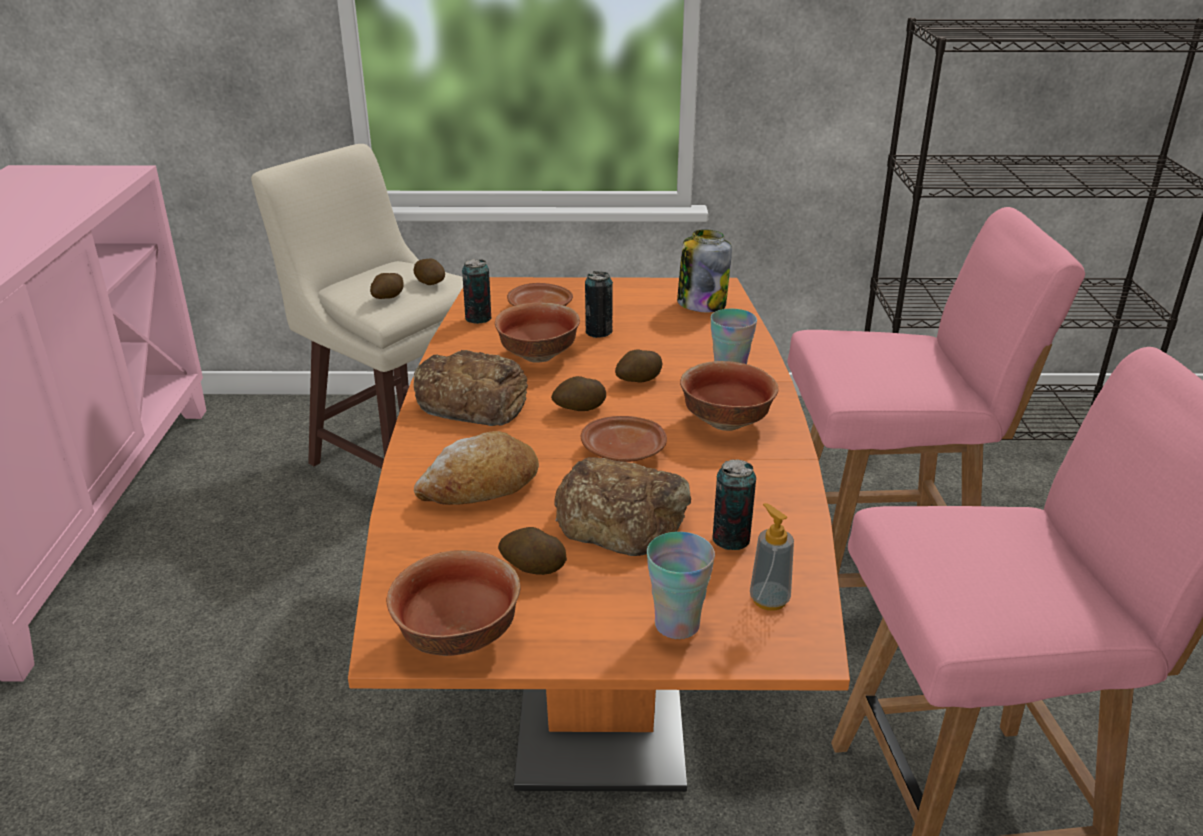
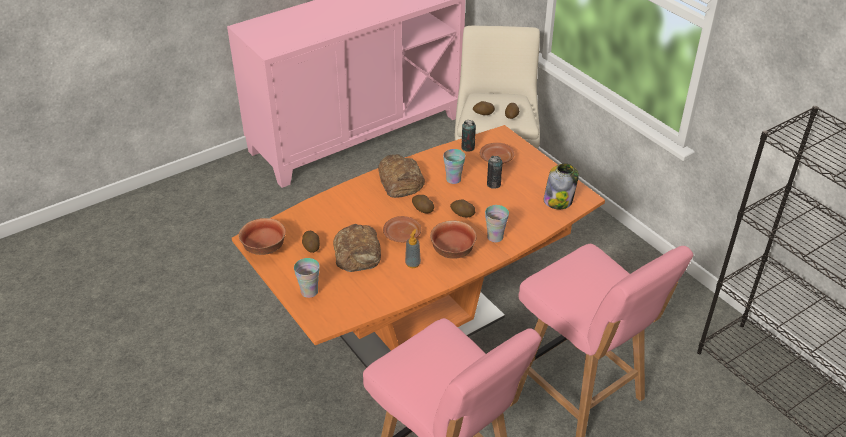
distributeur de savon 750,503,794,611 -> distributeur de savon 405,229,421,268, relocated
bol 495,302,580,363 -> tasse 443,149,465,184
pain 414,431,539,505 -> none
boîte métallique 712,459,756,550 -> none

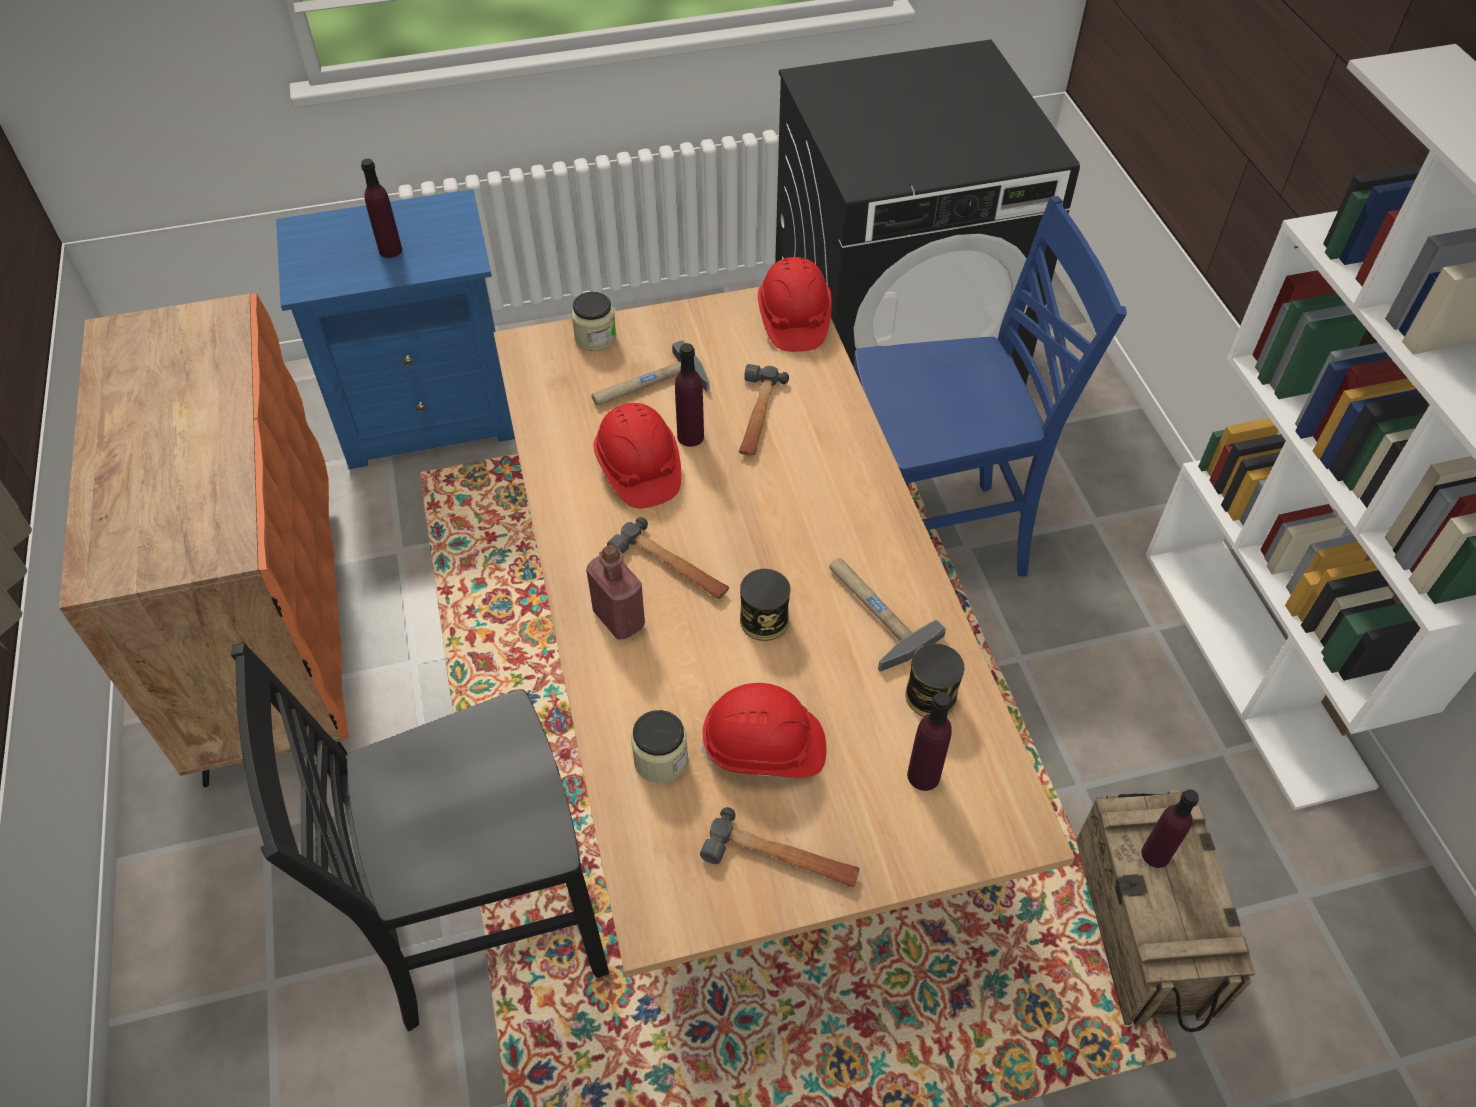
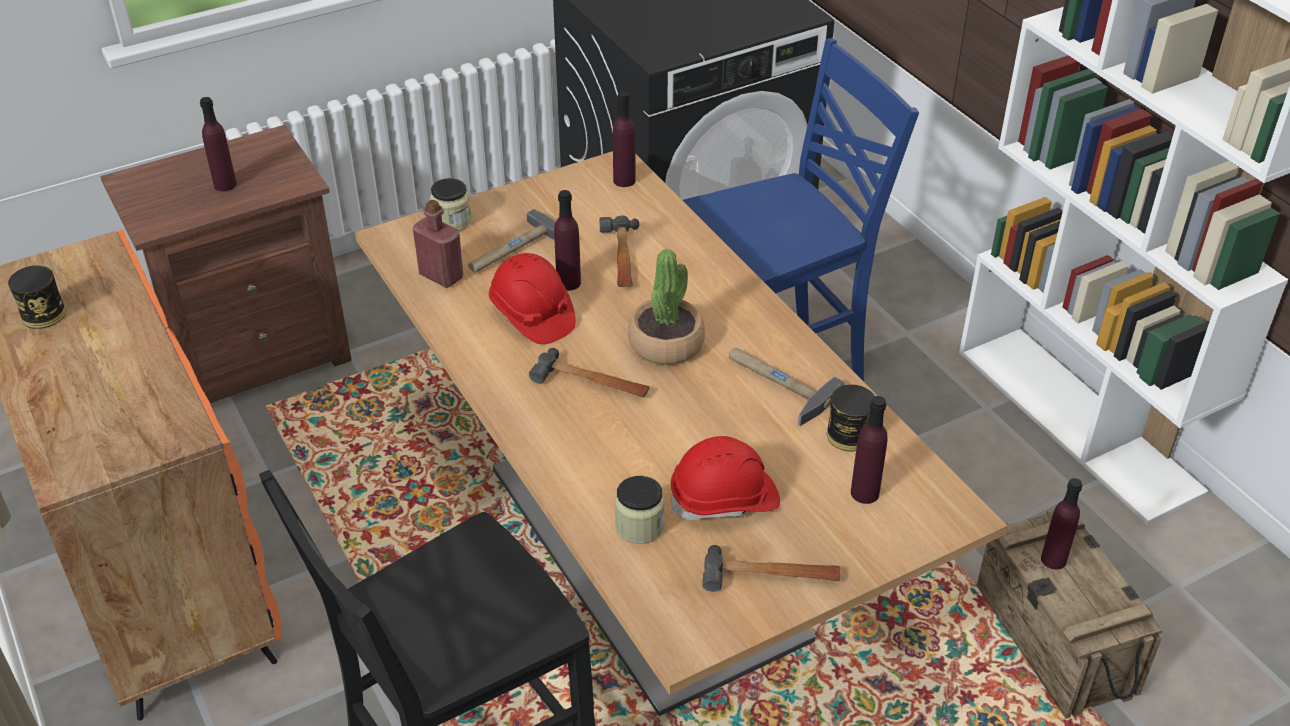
boîte métallique 740,569,790,641 -> boîte métallique 8,265,66,329, relocated
table de chevet/bleu 276,189,515,469 -> table de chevet/marron 100,125,352,403
bouteille/rouge 586,545,645,639 -> bouteille/rouge 413,200,463,288, relocated
casque de chantier/rouge 758,257,832,352 -> bouteille/violet 613,91,636,187
none -> plante en pot 628,249,705,365

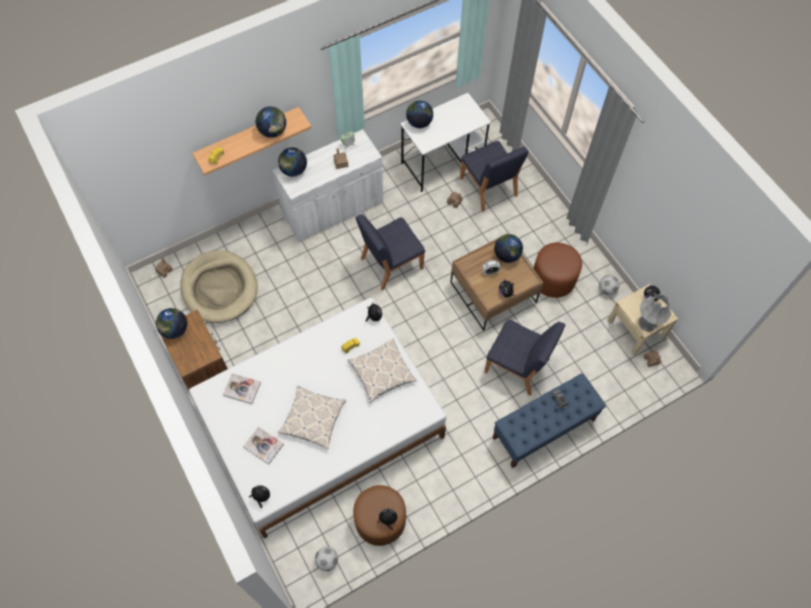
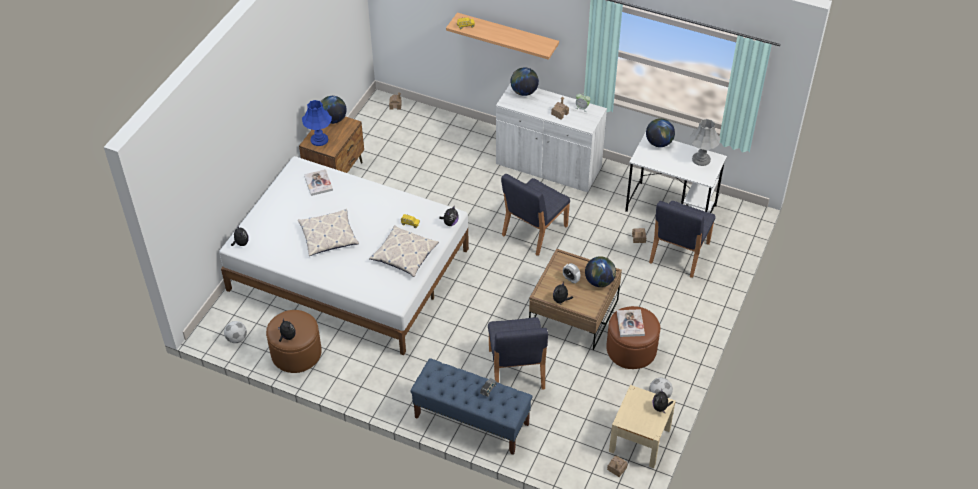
none -> lampe de table/bleu 302,100,332,146
chaise/bleu 356,214,425,290 -> chaise/bleu 501,174,570,256, 75 degrees counterclockwise
livre 243,427,284,464 -> livre 617,309,645,337, relocated
lampe de table/gris 639,294,672,331 -> lampe de table/gris 689,119,720,166, relocated
panier pour chien/beige 180,250,258,323 -> none
globe 256,107,286,138 -> none

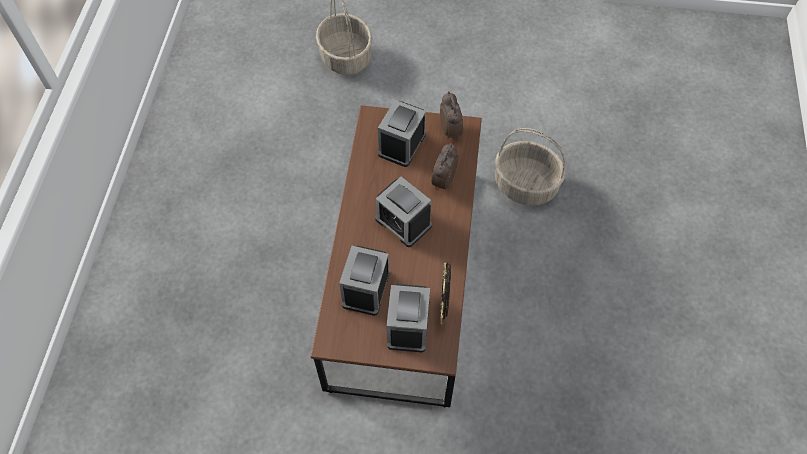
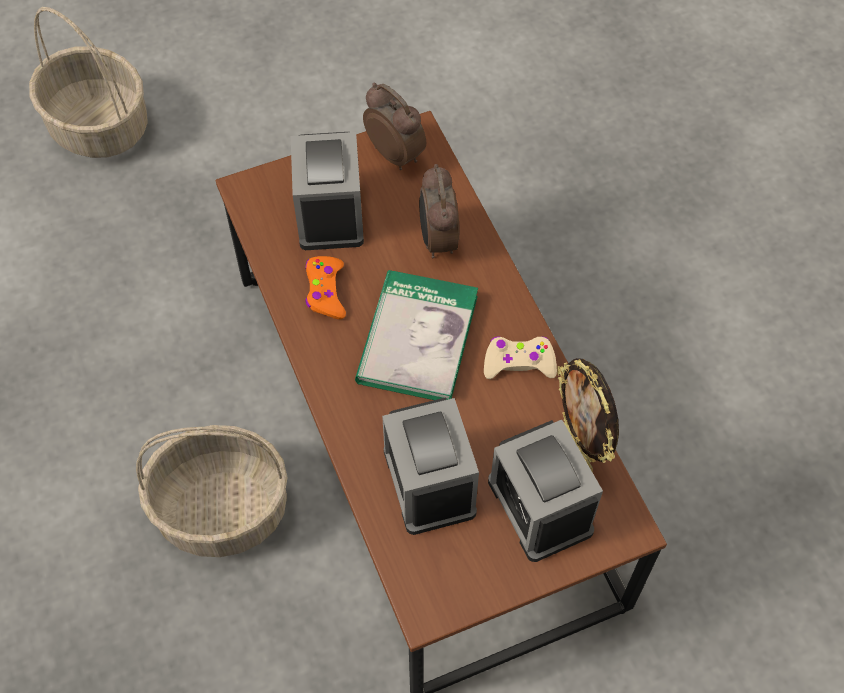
panier 495,128,566,205 -> panier 136,425,288,557, relocated
none -> manette/orange 305,256,346,319
réveil 375,177,432,247 -> livre 355,270,478,400
none -> manette/beige 484,336,557,379

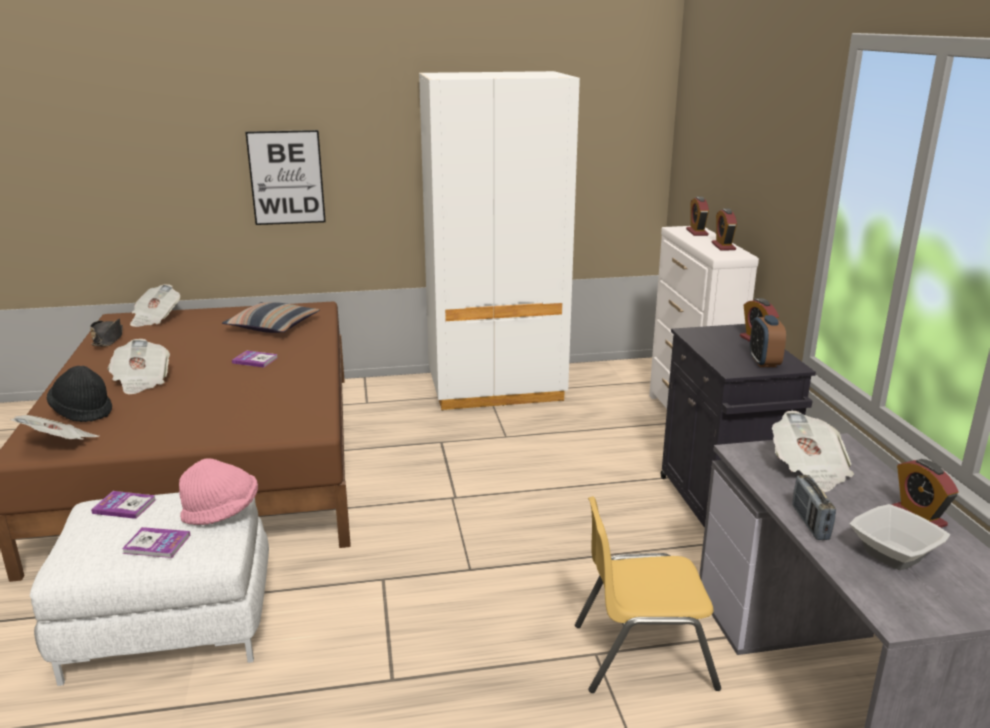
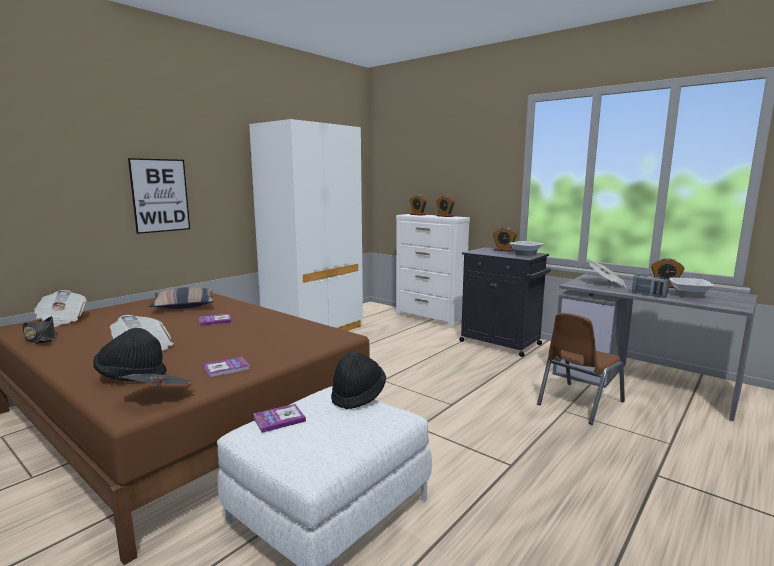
livre 122,527,190,558 -> livre 203,356,250,378, relocated
chapeau/rose 179,458,258,525 -> chapeau/noir 331,351,386,409
réveil 750,315,786,367 -> bol 509,241,543,256
chaise/jaune 575,496,721,693 -> chaise/marron 537,313,625,425

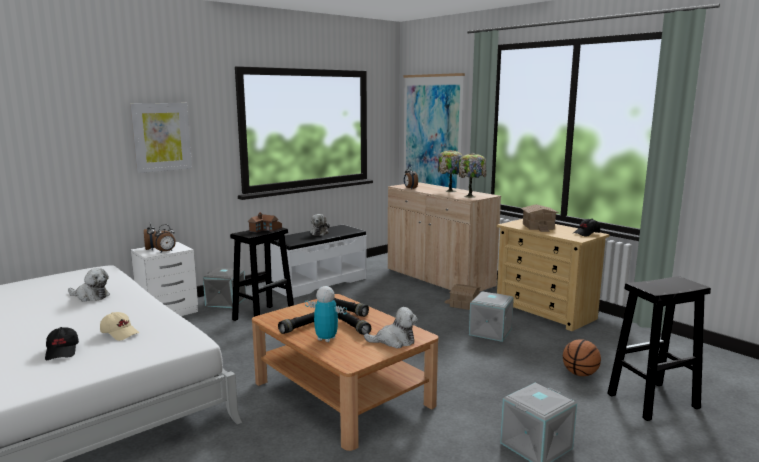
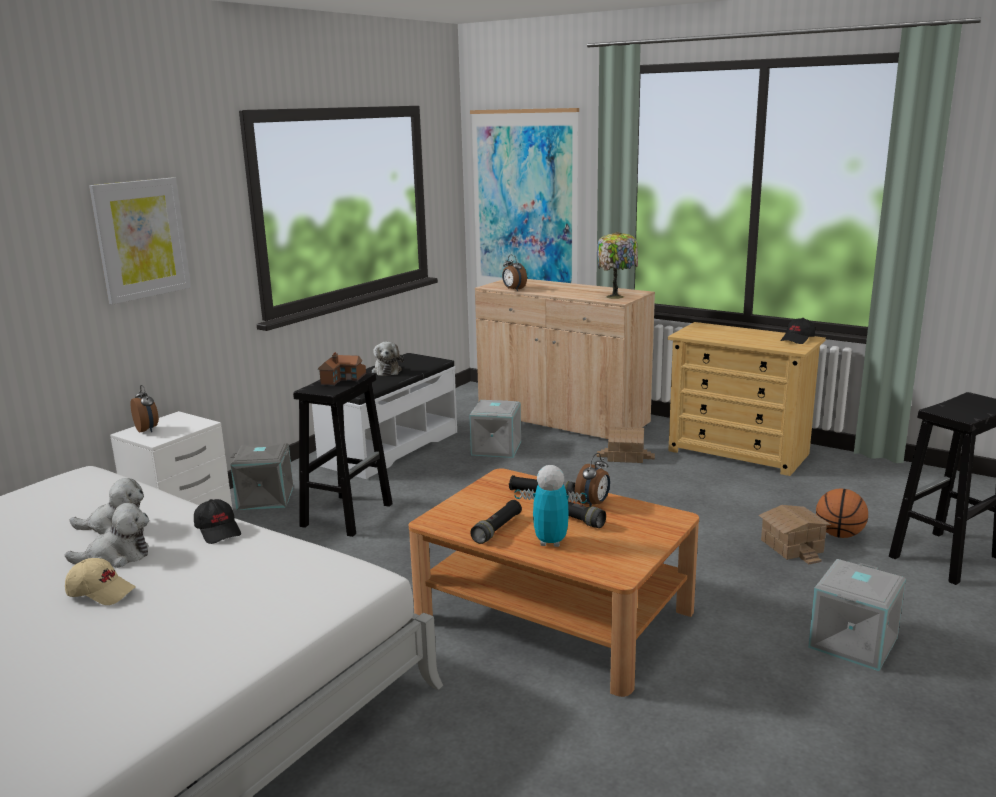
peluche 364,307,418,348 -> peluche 65,503,149,568, relocated
casquette/beige 100,312,139,341 -> casquette/beige 65,558,136,605, relocated
casquette/noir 45,327,79,360 -> casquette/noir 194,499,241,544, relocated
boîte de rangement/gris 469,291,514,342 -> boîte de rangement/gris 469,400,521,458, relocated
réveil 153,224,176,252 -> réveil 575,453,610,507, relocated
maison miniature 521,204,559,232 -> maison miniature 759,505,831,564, relocated
lampe de table 438,150,463,192 -> none

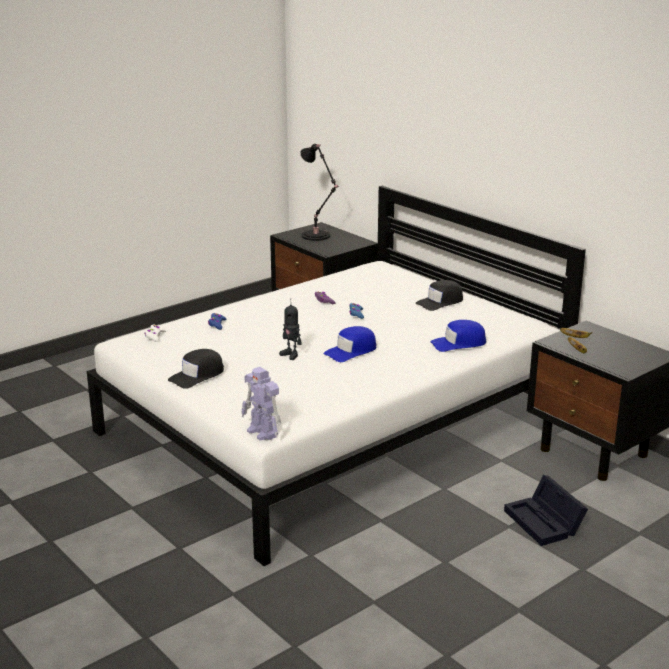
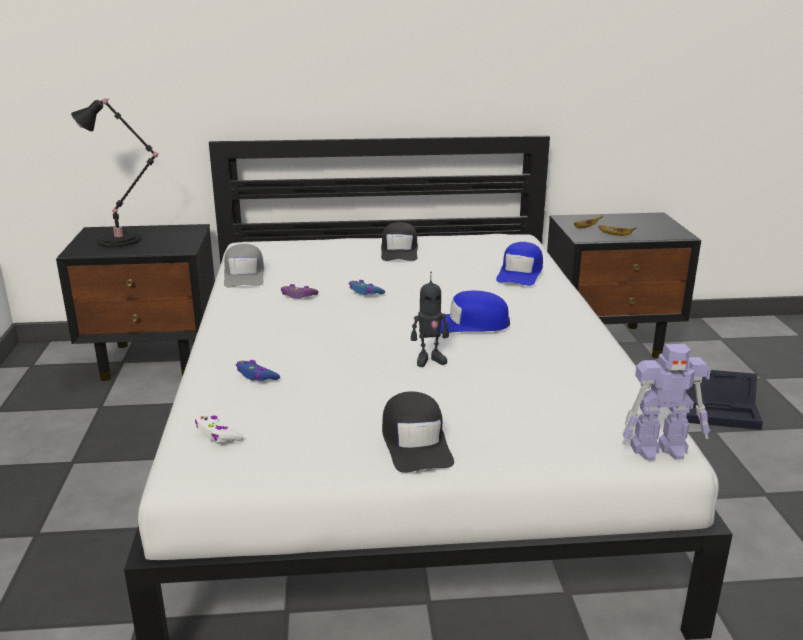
none -> casquette/gris 224,244,264,287
casquette/bleu 323,326,376,362 -> casquette/bleu 440,291,510,334, 90 degrees clockwise

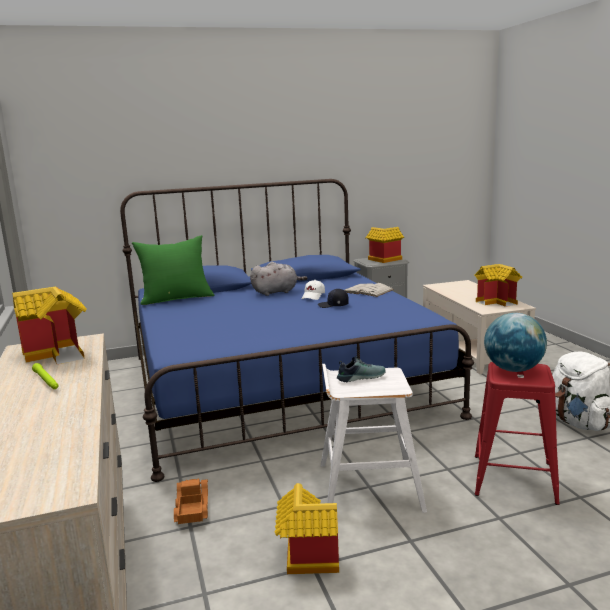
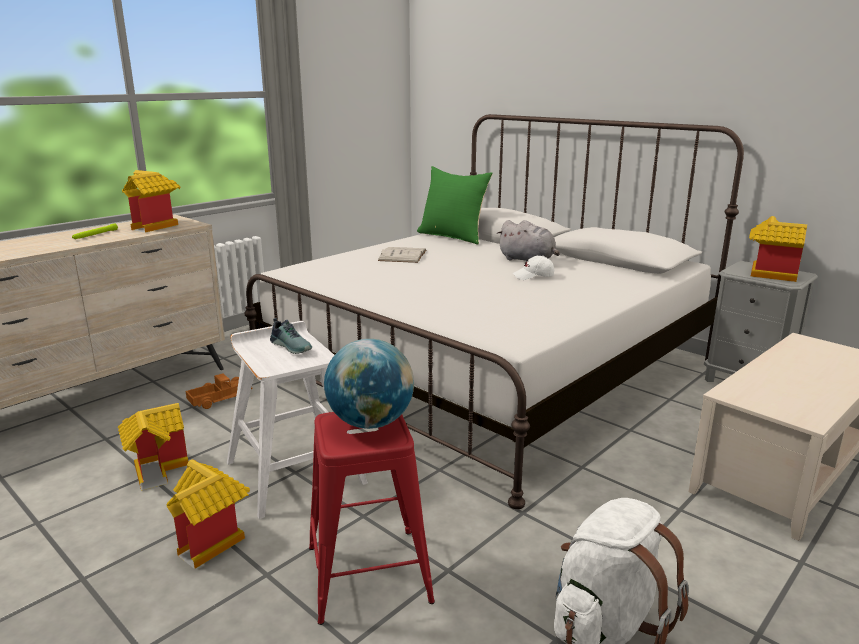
maison miniature 474,264,522,307 -> maison miniature 167,459,250,569, relocated
lit/bleu 120,179,474,482 -> lit/blanc 244,114,744,509
livre/blanc 345,283,394,297 -> livre/blanc 378,247,426,263, relocated
casquette/noir 318,289,349,308 -> none

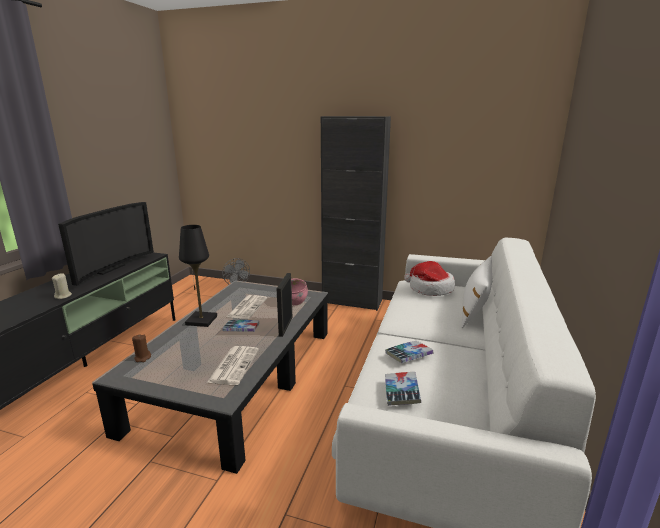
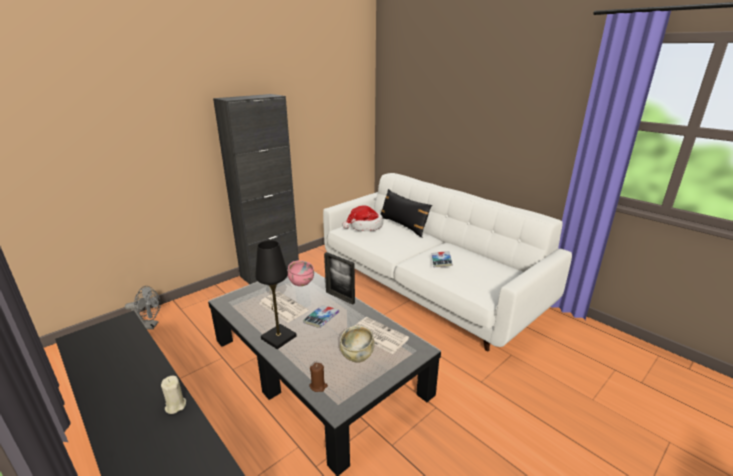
none -> bol/beige 340,326,375,362
coussin/blanc 461,256,493,328 -> coussin/noir 381,189,432,238
téléviseur 58,202,154,286 -> none
livre 385,372,421,406 -> none

